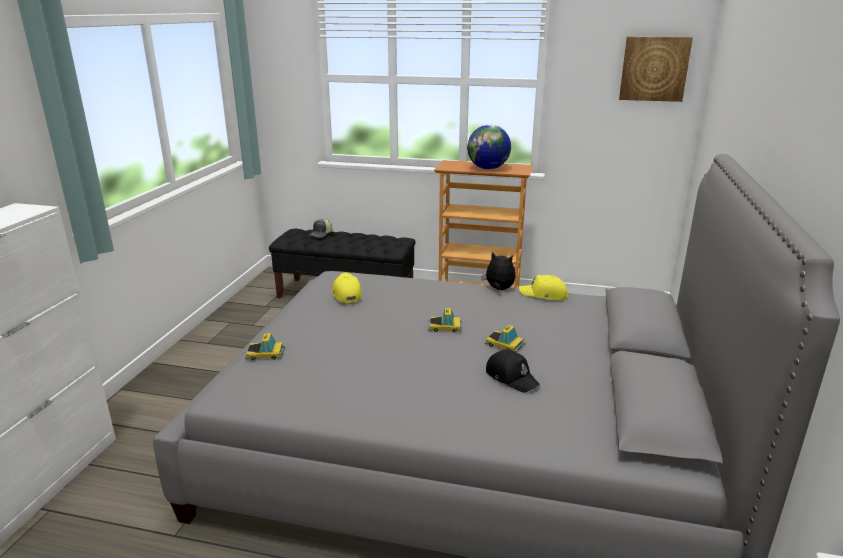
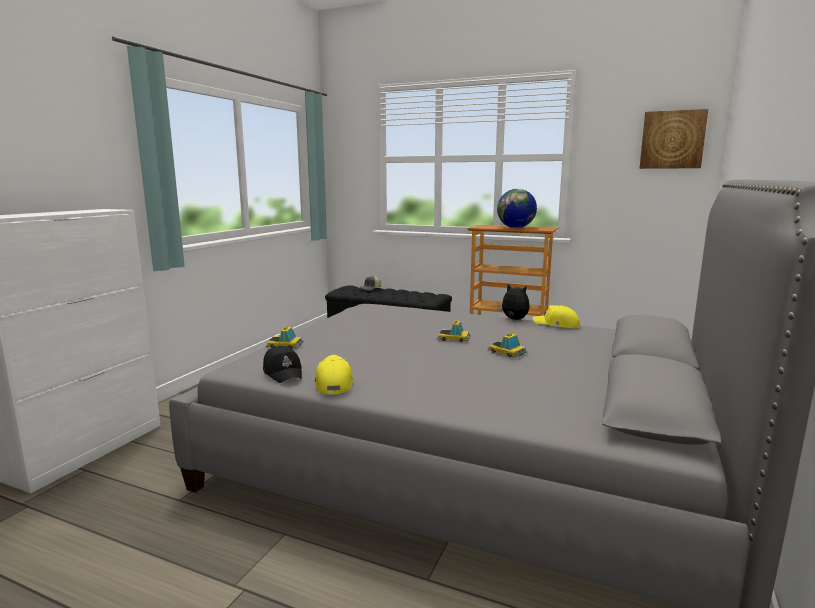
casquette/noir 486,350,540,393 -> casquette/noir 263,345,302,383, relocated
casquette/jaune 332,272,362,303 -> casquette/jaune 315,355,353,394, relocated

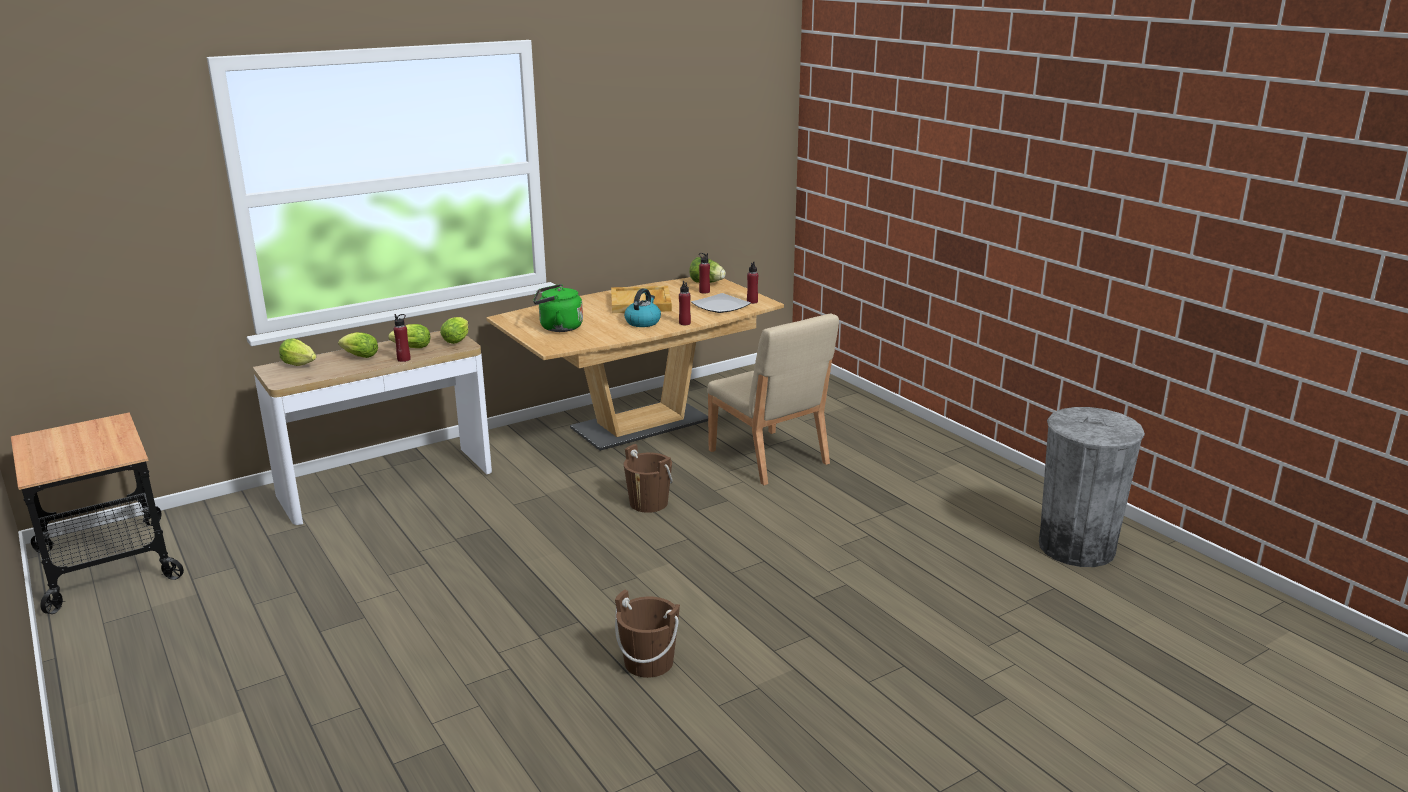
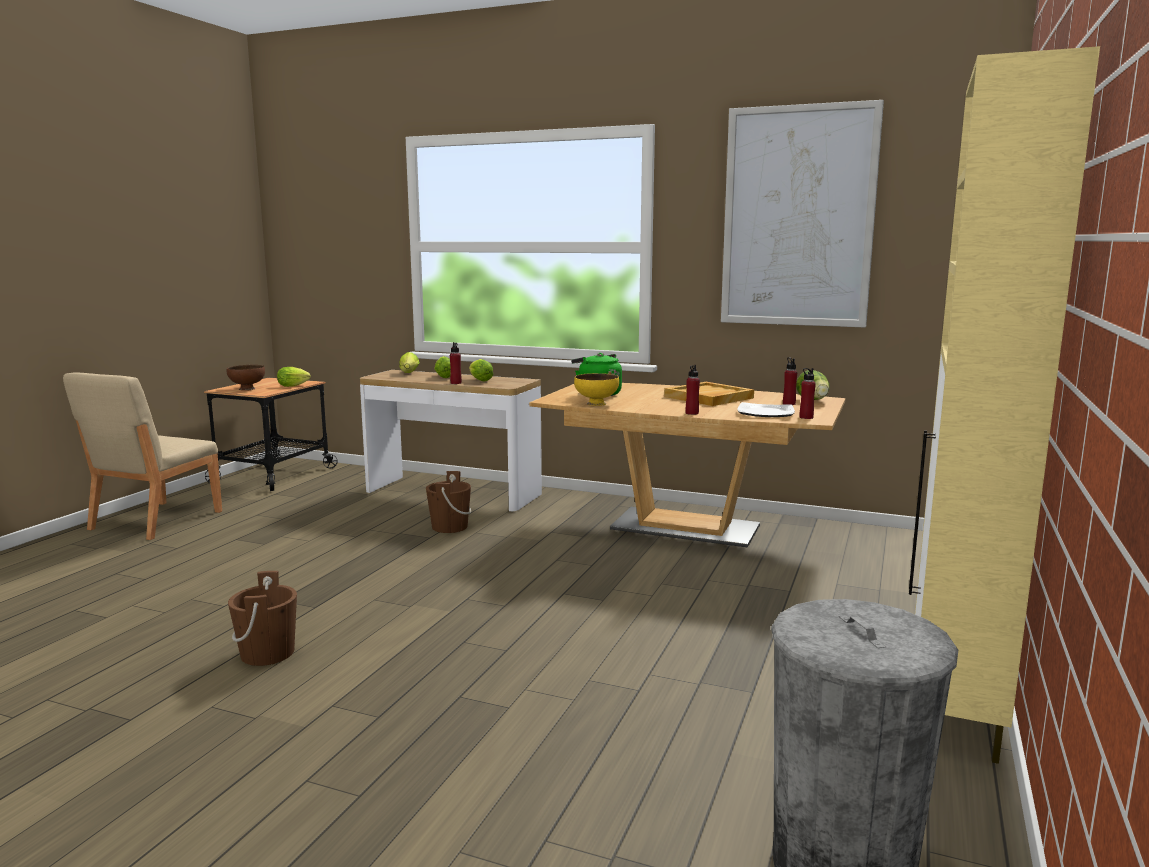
chaise/beige 707,314,839,485 -> chaise/beige 63,372,222,540, relocated
none -> bol/marron 226,365,265,390
laitue 440,317,468,344 -> laitue 277,367,311,387, relocated
seau/marron 624,444,673,513 -> seau/marron 426,471,471,533, relocated
none -> bol/jaune 574,373,619,406
none -> tableau 721,100,884,327
none -> meuble de rangement/beige 909,46,1100,764
bouilloire 624,289,661,327 -> none

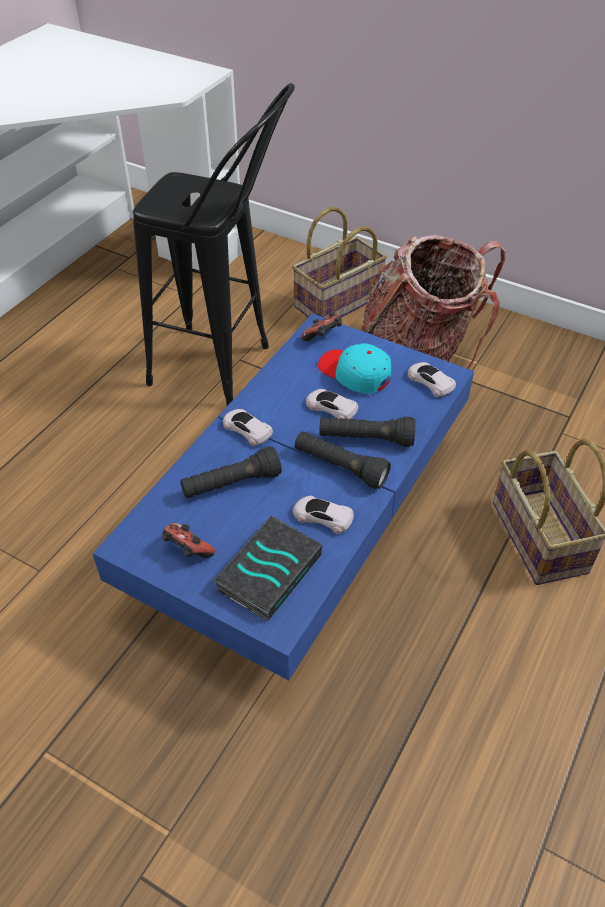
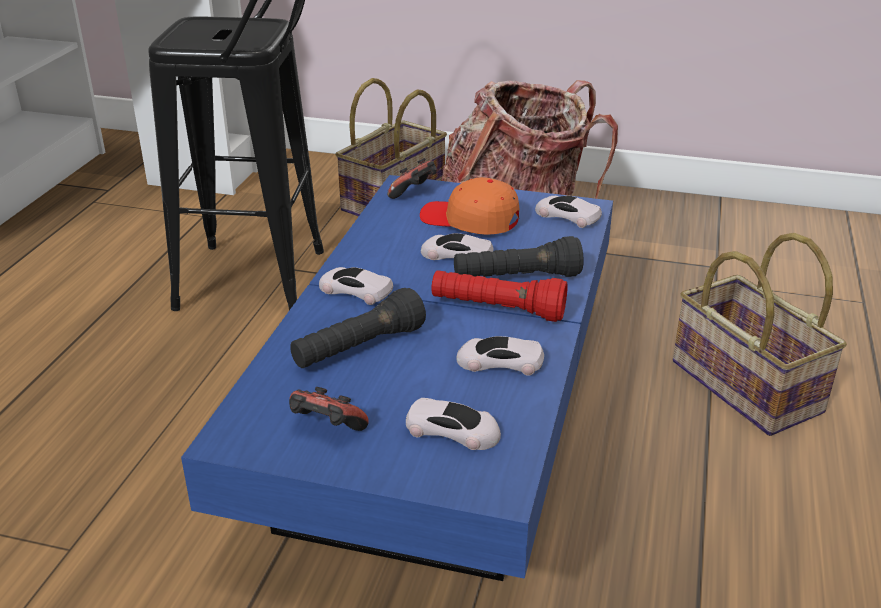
livre 213,515,322,621 -> petite voiture/blanc 406,398,501,450
casquette/turquoise 318,343,391,393 -> casquette/orange 420,177,519,235
lampe de poche/noir 295,431,391,489 -> lampe de poche/rouge 432,270,568,322

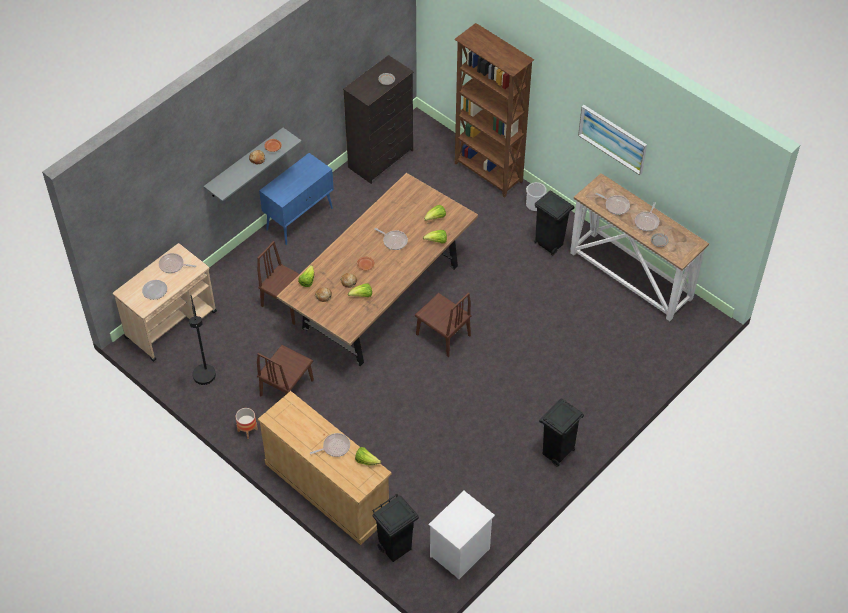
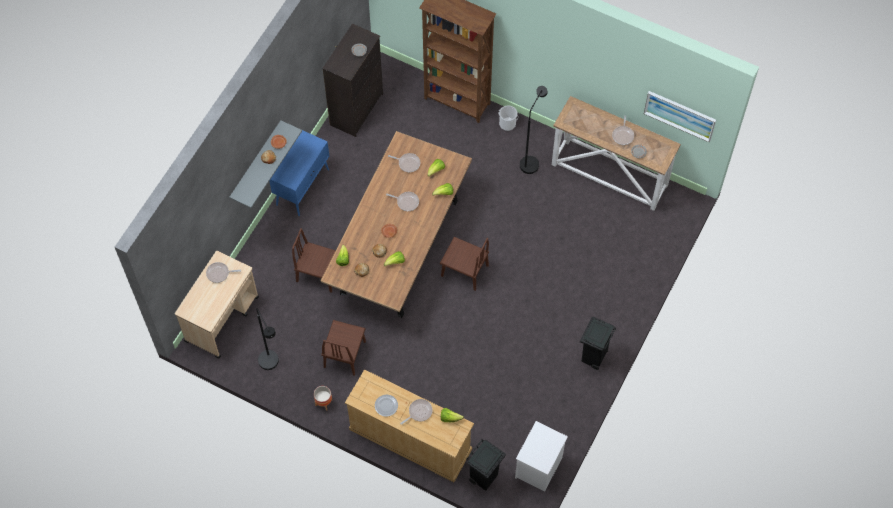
assiette 142,280,167,300 -> assiette 375,395,398,417, relocated
poêle 596,193,630,215 -> poêle 388,153,420,172, relocated
poubelle/noir 534,191,575,256 -> lampadaire/noir 520,86,547,174
tableau 578,105,647,175 -> tableau 644,91,716,142, relocated

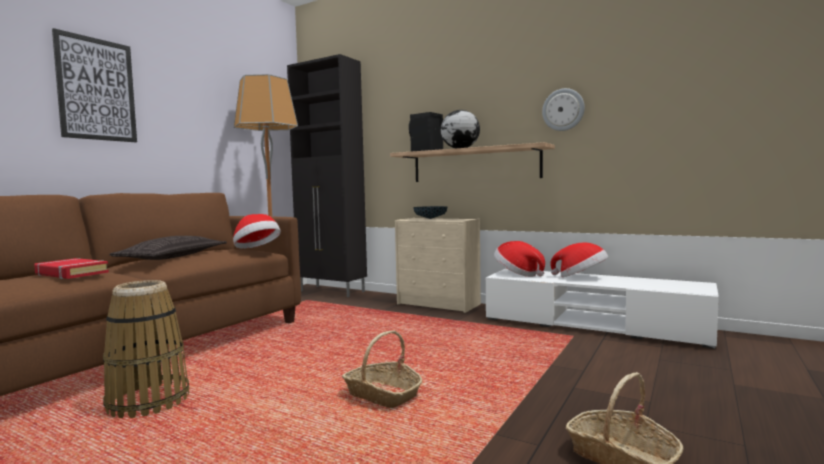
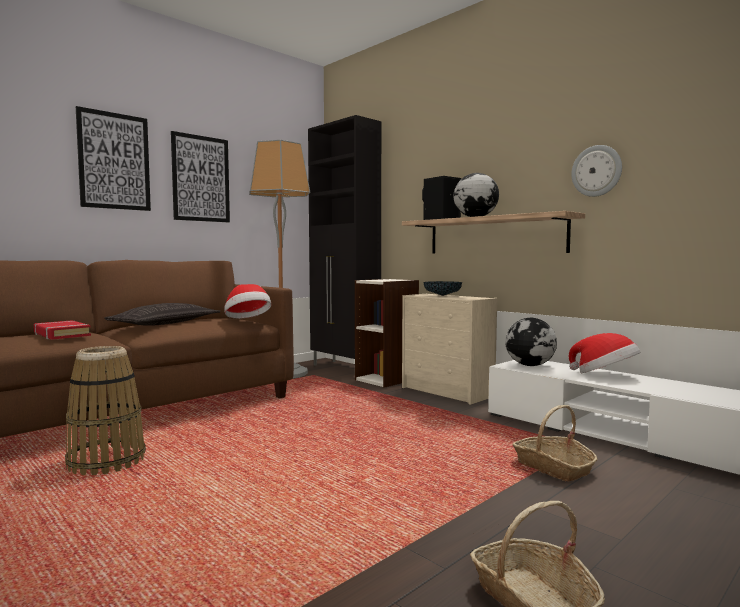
none -> tableau 171,131,230,222
none -> bibliothèque 355,279,419,388
chapeau 494,241,545,277 -> globe 505,318,557,366
panier 342,330,423,408 -> panier 513,405,598,482, relocated

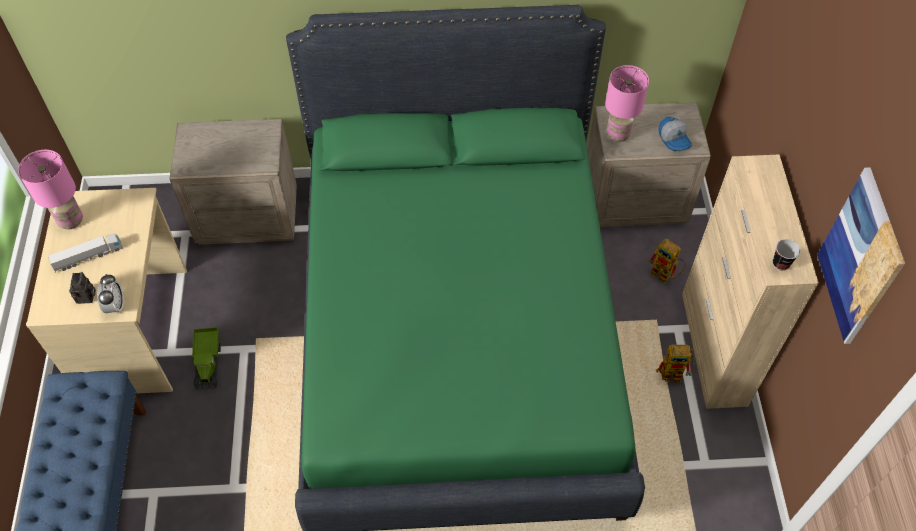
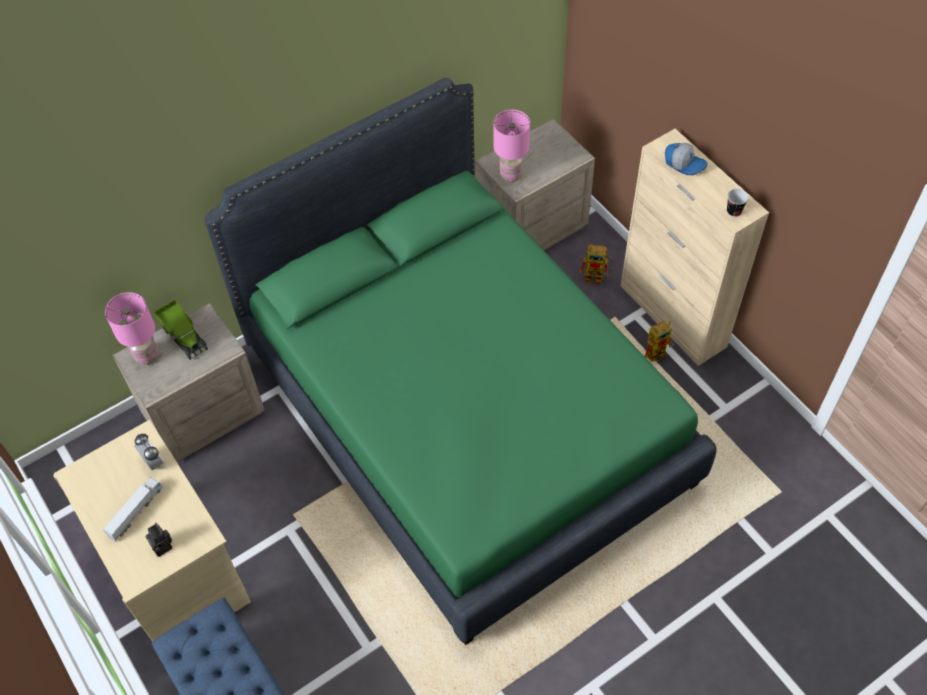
lampe de table/rose 18,150,83,229 -> lampe de table/rose 105,292,159,365, relocated
réveil 97,274,124,314 -> réveil 134,434,164,471, relocated
camion jouet 192,327,221,390 -> camion jouet 154,300,208,360, relocated
casquette 658,117,692,151 -> casquette 665,143,708,175, relocated
tableau 817,167,905,344 -> none

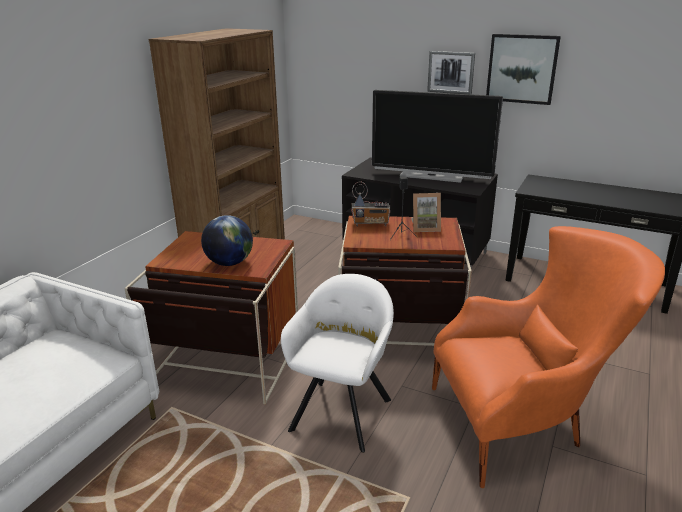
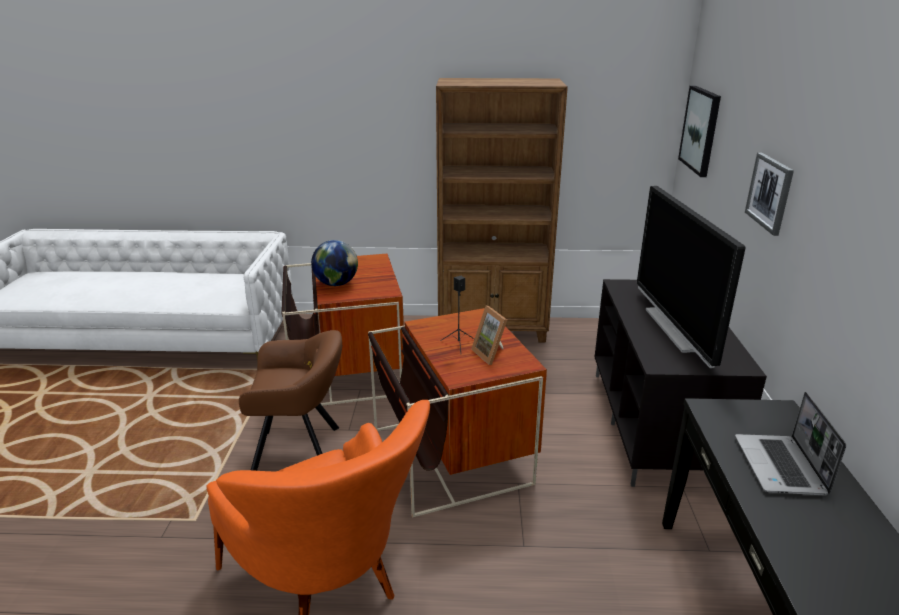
fauteuil/blanc 281,274,394,453 -> fauteuil/marron 239,330,342,471
tableau 486,34,561,105 -> tableau 678,86,721,177, relocated
none -> ordinateur portable 735,392,846,496
radio 351,181,390,226 -> none

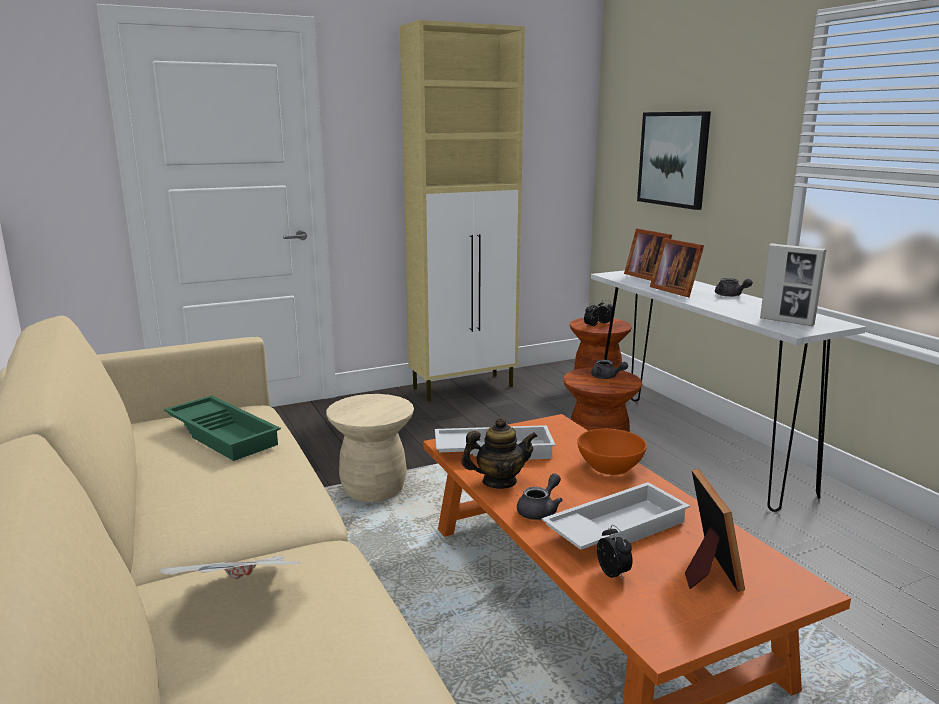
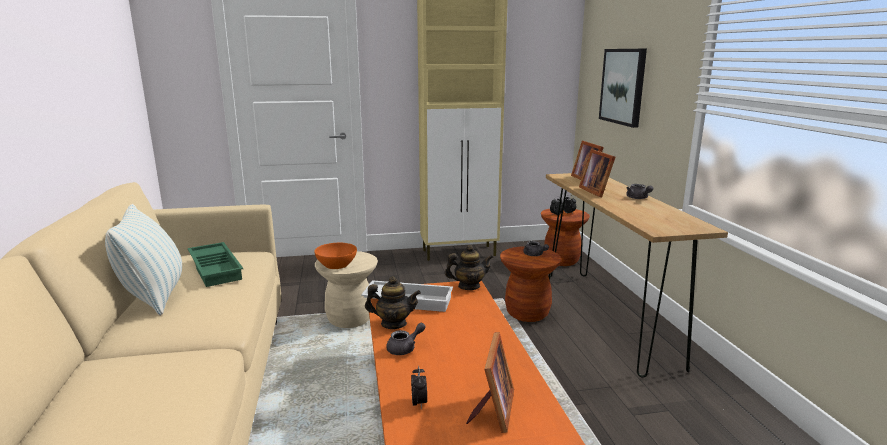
none -> coussin 105,204,182,316
bol/orange 577,429,647,475 -> bol/orange 314,243,357,269, relocated
none -> théière 445,245,493,290
table console/blanc 591,270,866,512 -> table console/marron 546,173,728,378
journal 160,556,303,579 -> none
plateau/blanc 542,482,690,550 -> none
cadre photo 760,243,827,326 -> none

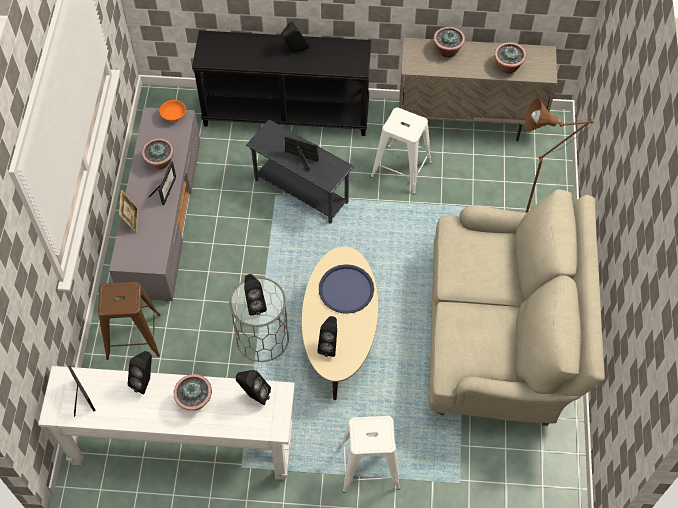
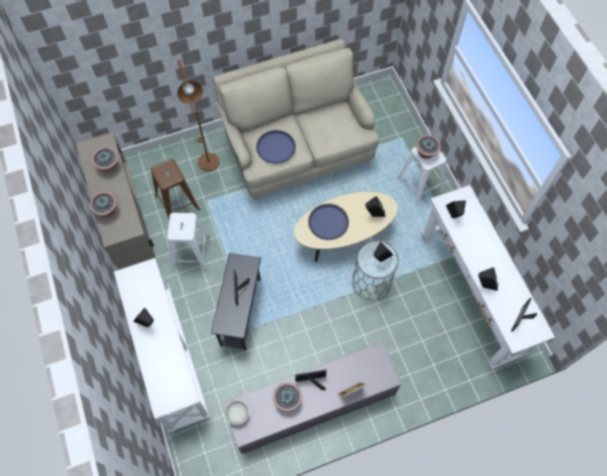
table console/noir 192,30,371,136 -> table console/blanc 114,258,210,433
tabouret/marron 98,282,161,360 -> tabouret/marron 151,159,200,219, relocated
bol/orange 159,100,186,121 -> bol/blanc 225,400,249,425
none -> plateau/bleu 256,130,296,164
plante en pot 174,374,212,410 -> plante en pot 416,135,441,159, relocated

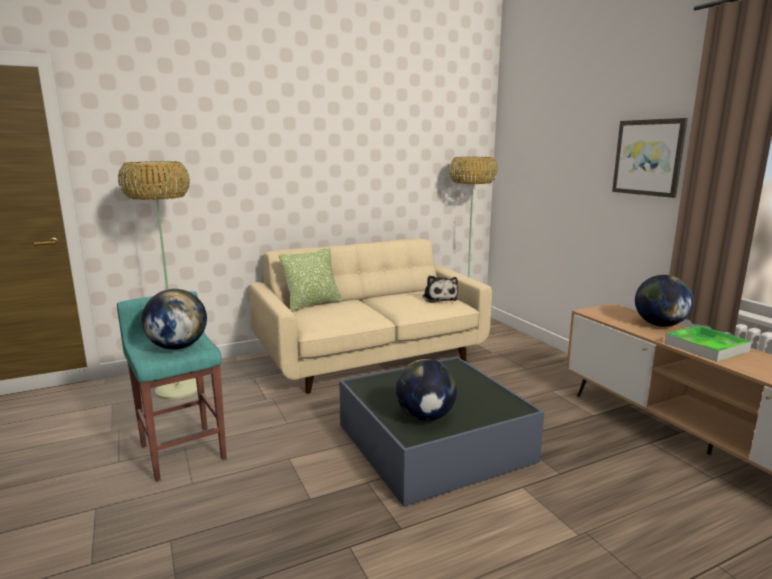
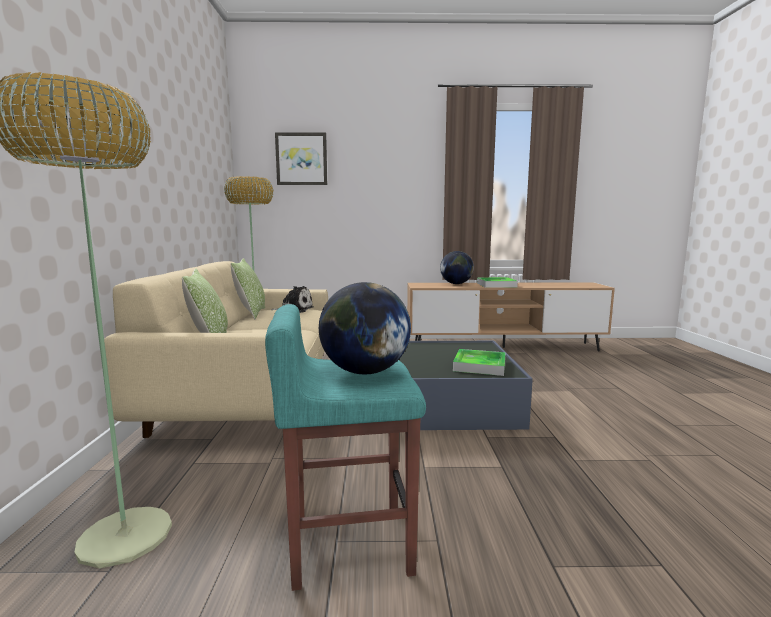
none -> coussin 230,258,265,319
tableau 612,118,688,198 -> tableau 275,132,327,185, relocated
globe 396,359,457,421 -> plateau 453,349,506,376

